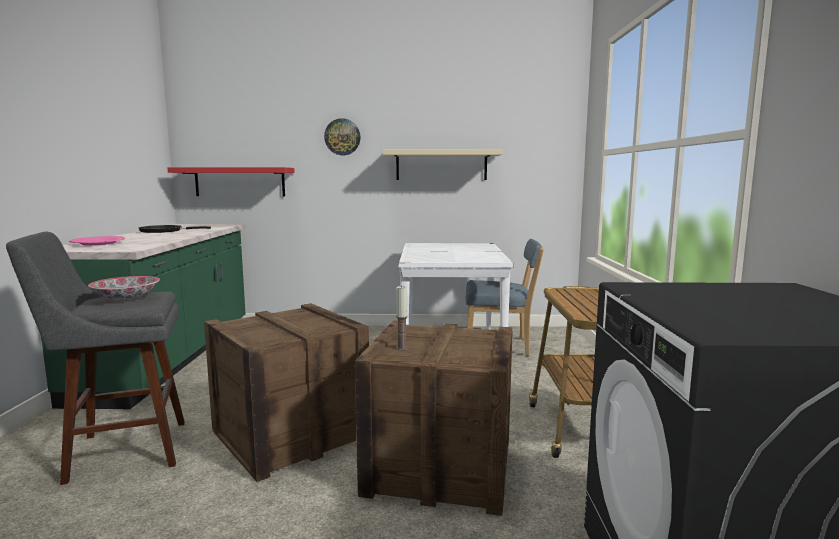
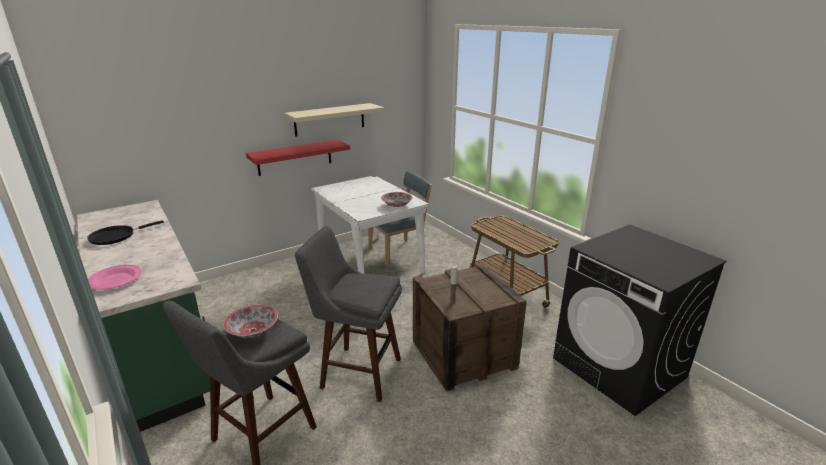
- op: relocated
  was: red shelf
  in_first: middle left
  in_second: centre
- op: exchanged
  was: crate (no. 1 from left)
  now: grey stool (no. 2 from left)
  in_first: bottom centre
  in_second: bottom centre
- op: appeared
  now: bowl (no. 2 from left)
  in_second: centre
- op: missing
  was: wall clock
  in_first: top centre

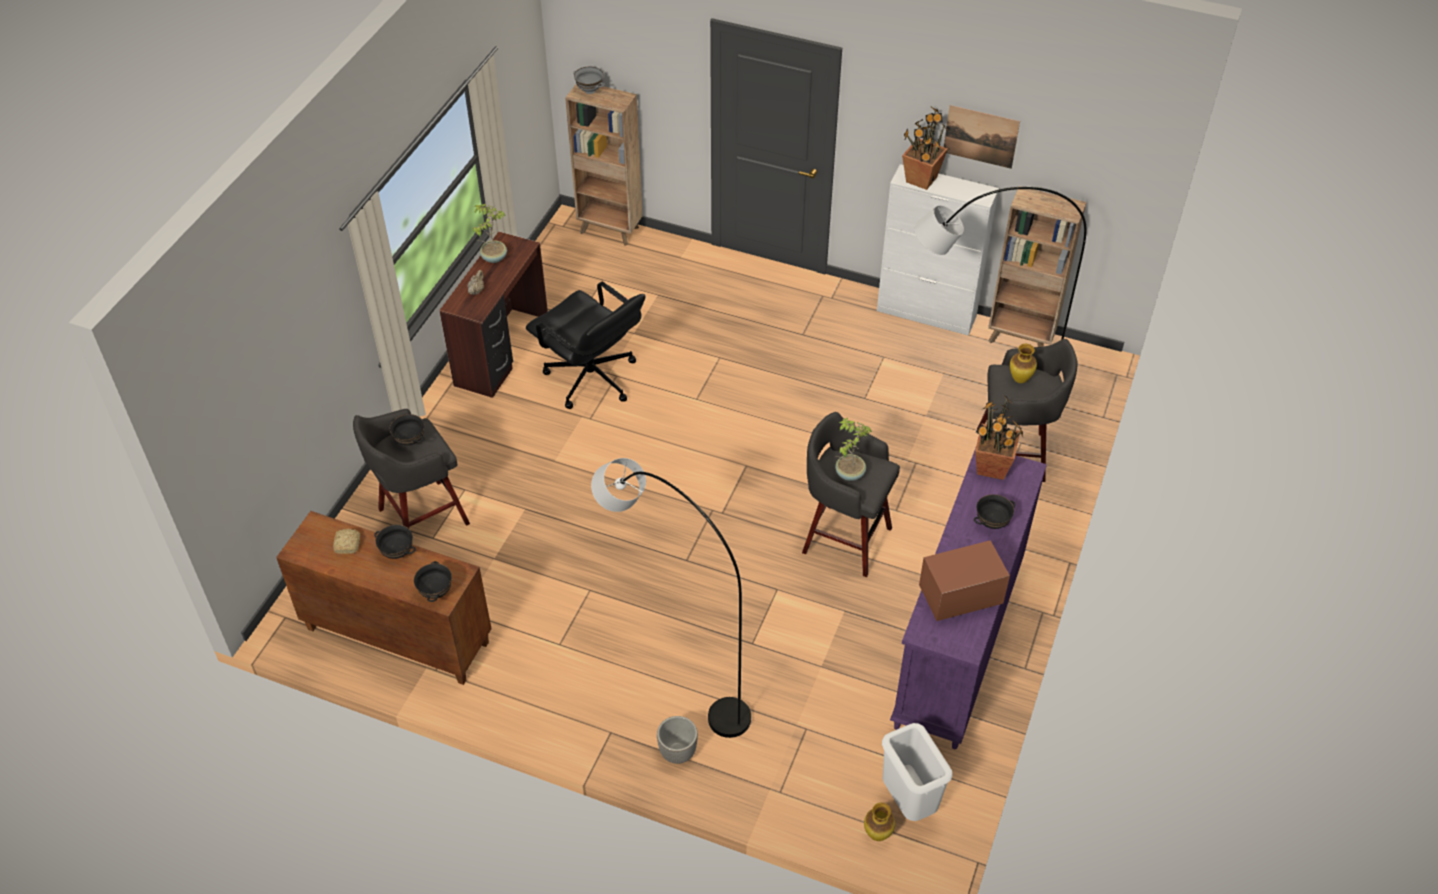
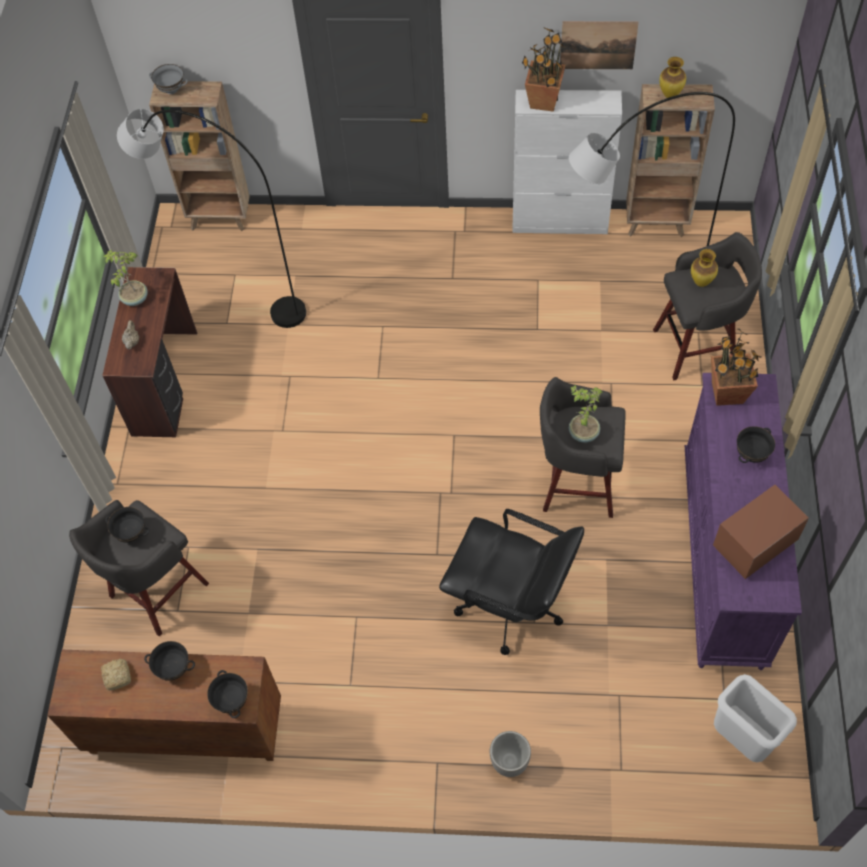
- op: relocated
  was: grey floor lamp (no. 1 from left)
  in_first: bottom centre
  in_second: top left
- op: relocated
  was: black office chair
  in_first: centre
  in_second: bottom centre
- op: relocated
  was: vase (no. 1 from left)
  in_first: bottom centre
  in_second: top right

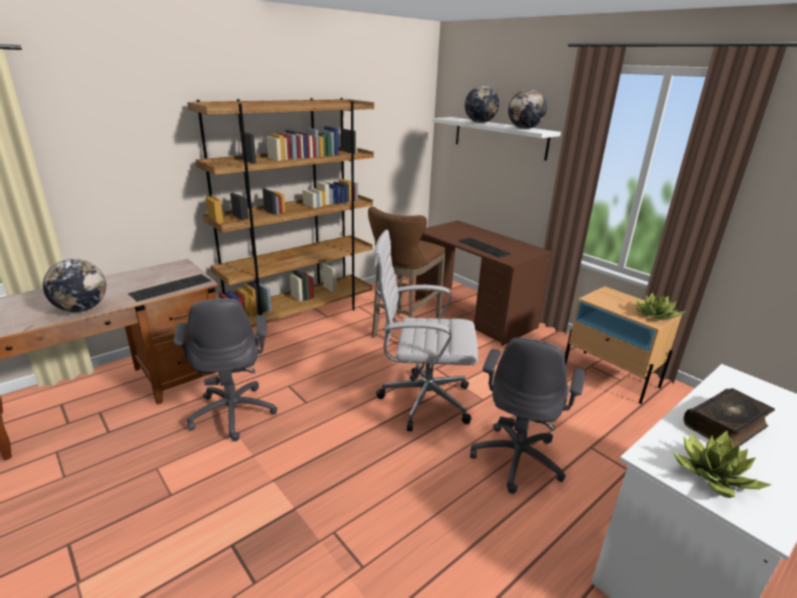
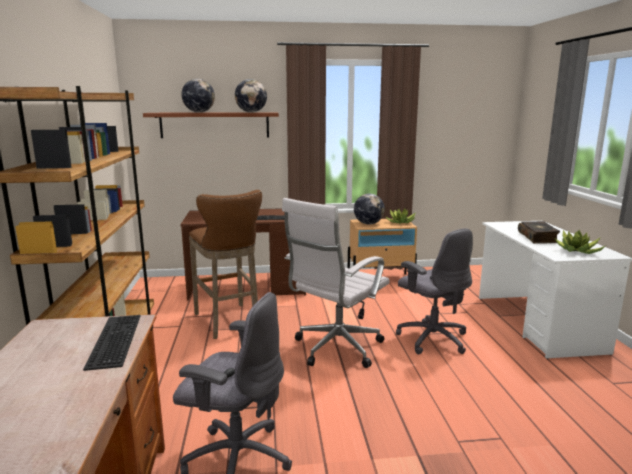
- op: colour
  was: white shelf
  now: brown shelf
  in_first: top centre
  in_second: top centre
- op: relocated
  was: globe (no. 1 from left in the first image)
  now: globe (no. 3 from left)
  in_first: middle left
  in_second: centre

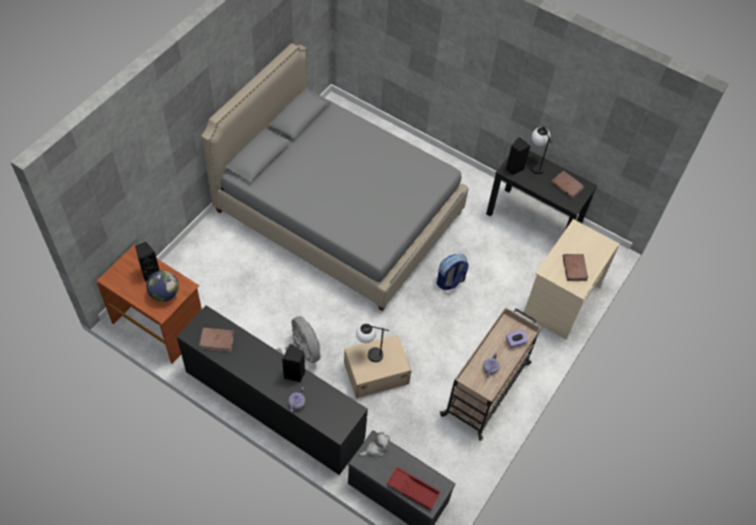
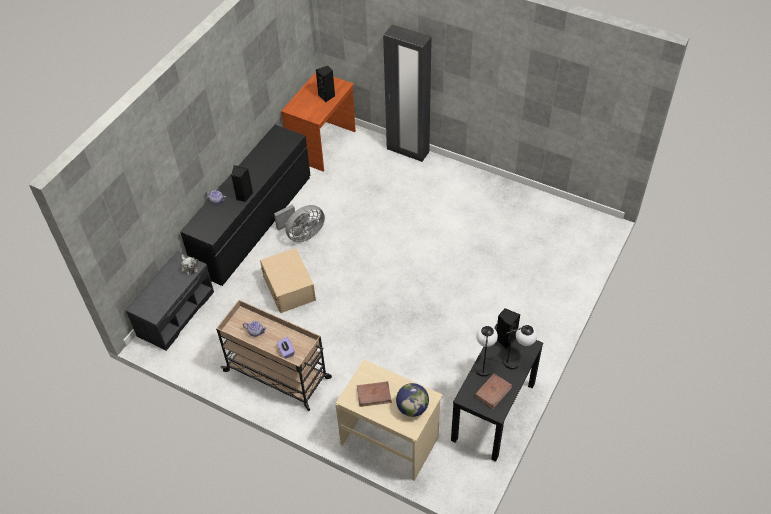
- op: appeared
  now: black wardrobe
  in_second: top centre
- op: relocated
  was: globe
  in_first: middle left
  in_second: bottom centre
- op: relocated
  was: table lamp (no. 1 from left)
  in_first: centre
  in_second: bottom centre
- op: missing
  was: brown book (no. 1 from left)
  in_first: middle left
- op: missing
  was: grey bed
  in_first: centre
- op: missing
  was: red tray
  in_first: bottom centre
- op: missing
  was: backpack
  in_first: centre

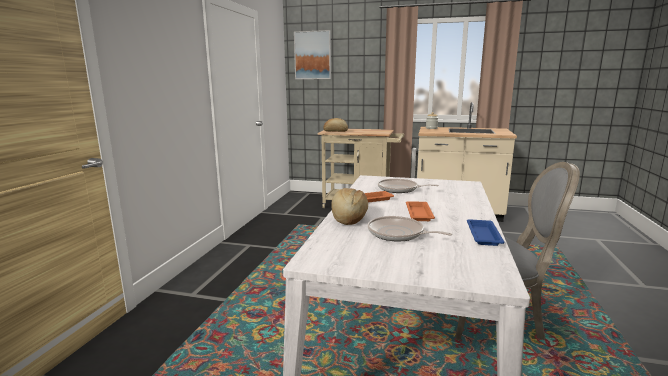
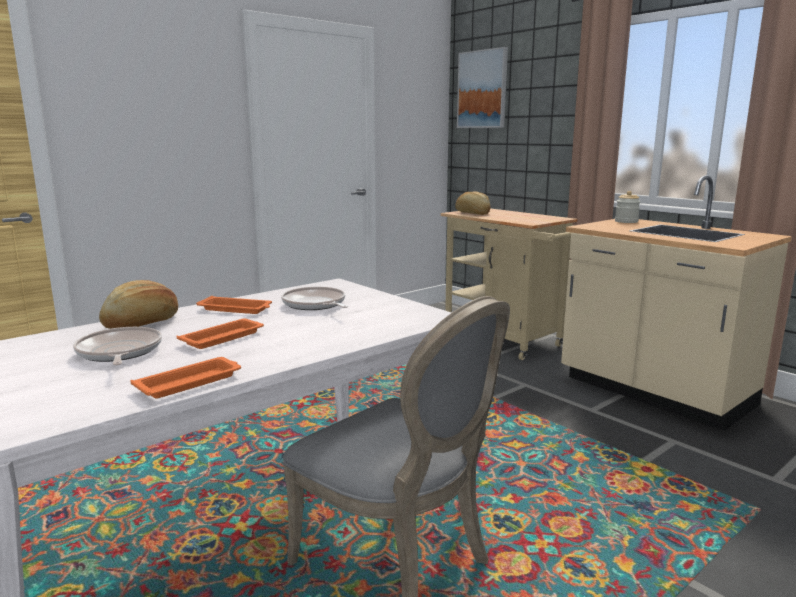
- op: colour
  was: blue tray
  now: orange tray (no. 1 from left)
  in_first: middle right
  in_second: middle left

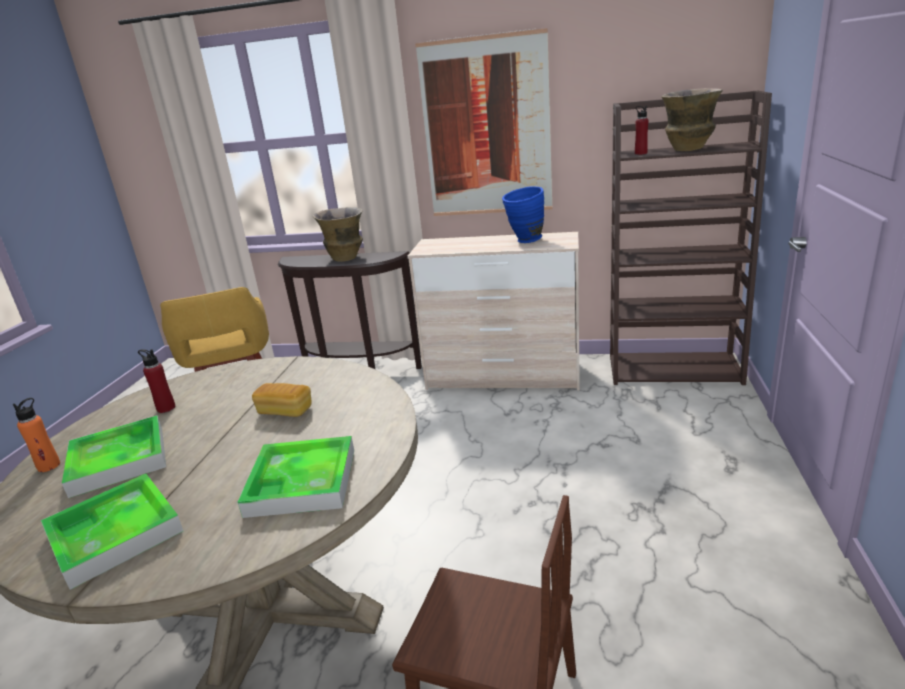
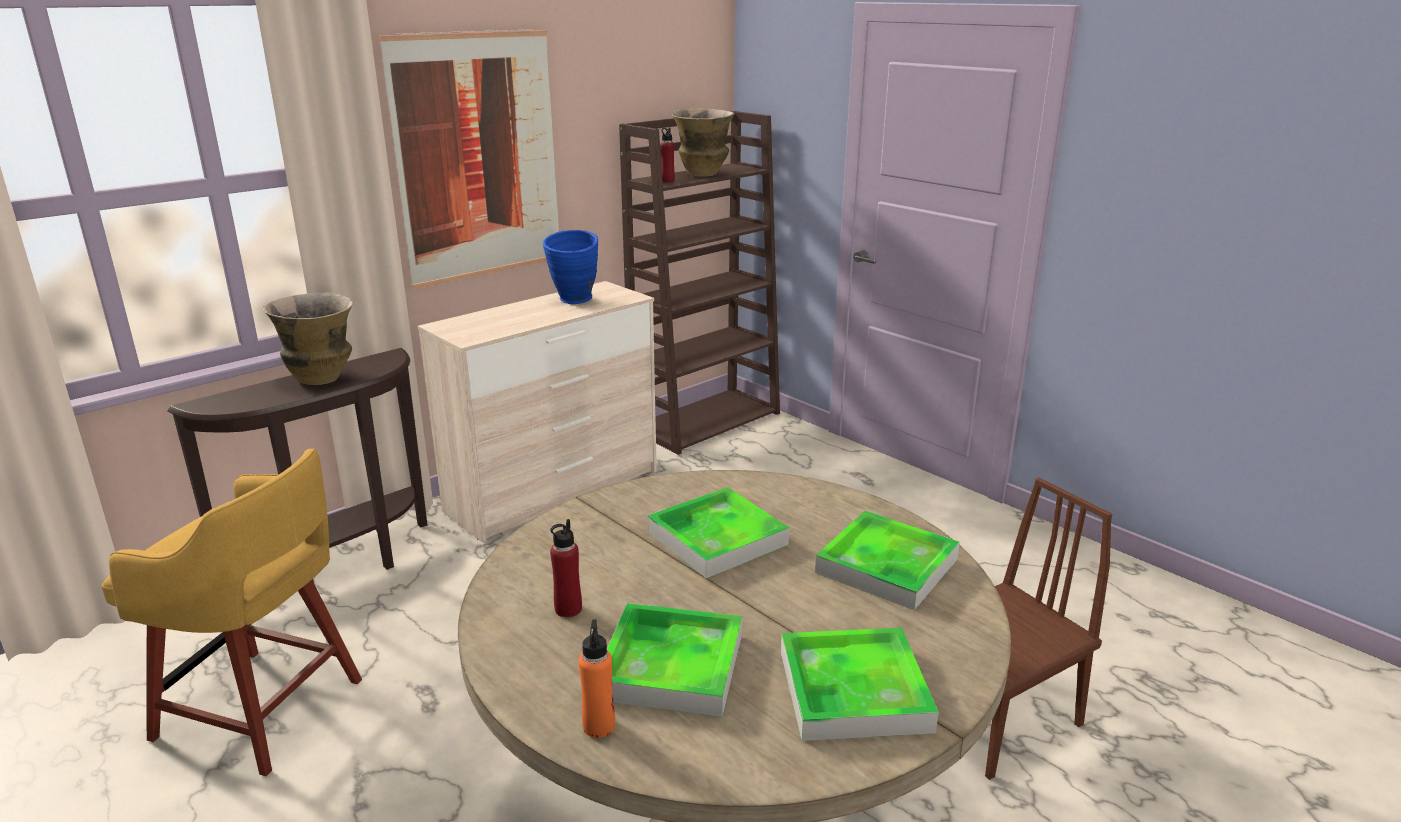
- op: exchanged
  was: bread
  now: tray (no. 2 from left)
  in_first: middle left
  in_second: centre

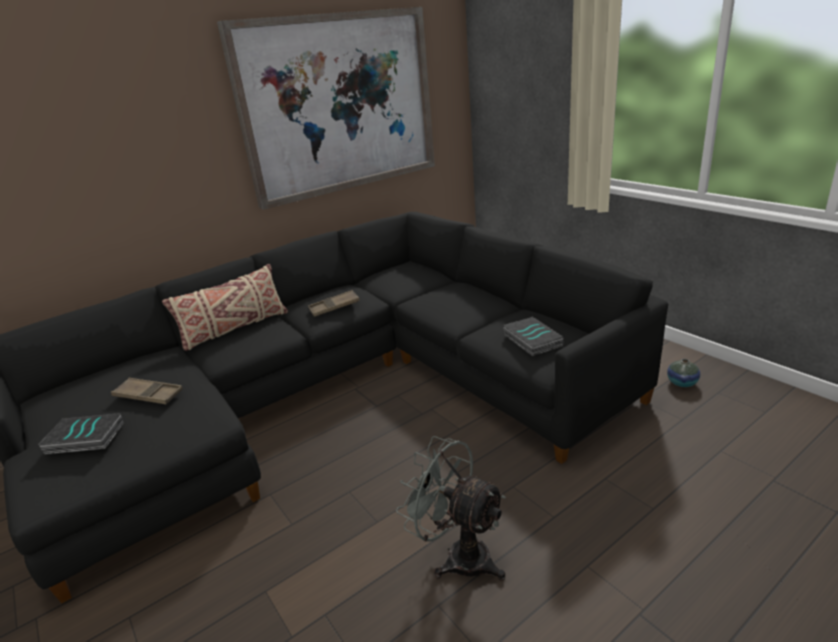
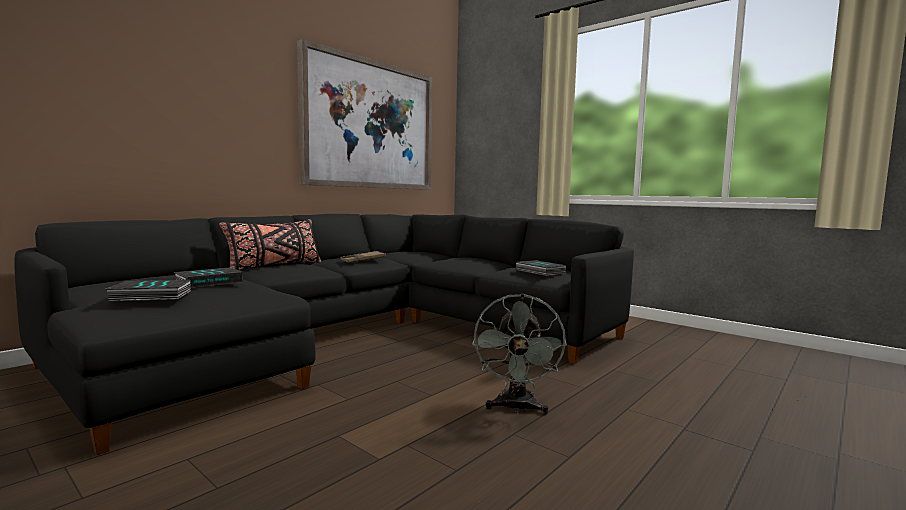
- op: exchanged
  was: brown tray (no. 1 from left)
  now: book (no. 2 from left)
  in_first: middle left
  in_second: middle left
- op: colour
  was: beige pillow
  now: black pillow
  in_first: middle left
  in_second: middle left
- op: spun
  was: grey fan
  in_first: bottom centre
  in_second: bottom centre
  clockwise: -105
- op: missing
  was: vase
  in_first: middle right

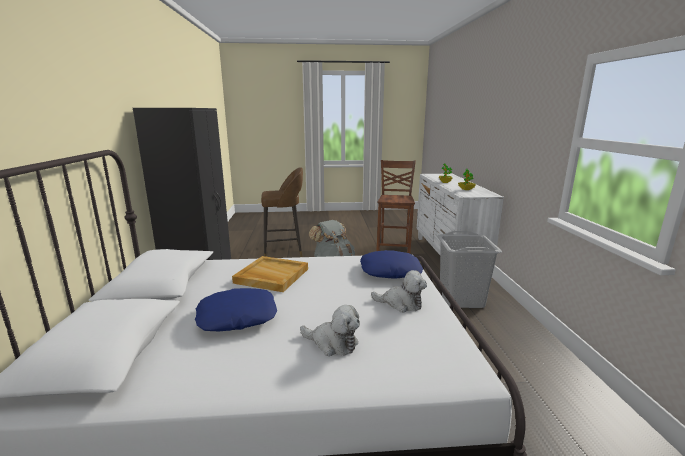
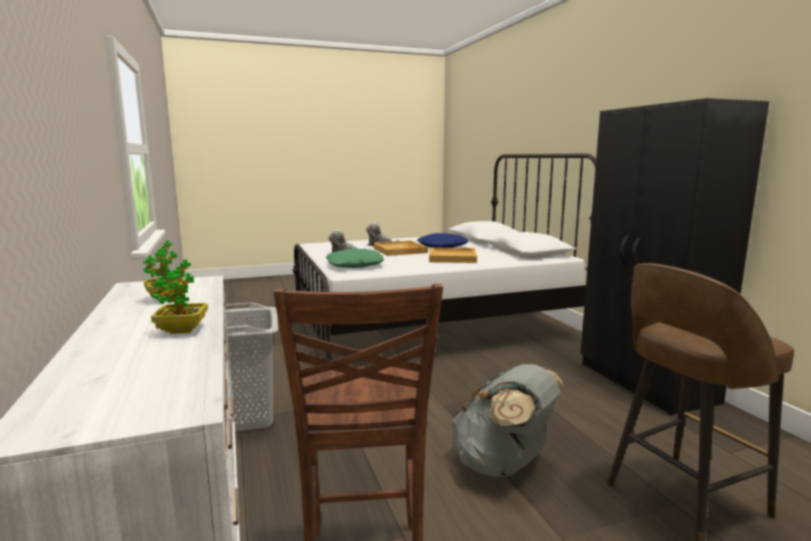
- op: colour
  was: blue pillow (no. 2 from left)
  now: green pillow
  in_first: centre
  in_second: centre
- op: appeared
  now: beige tray (no. 1 from left)
  in_second: centre

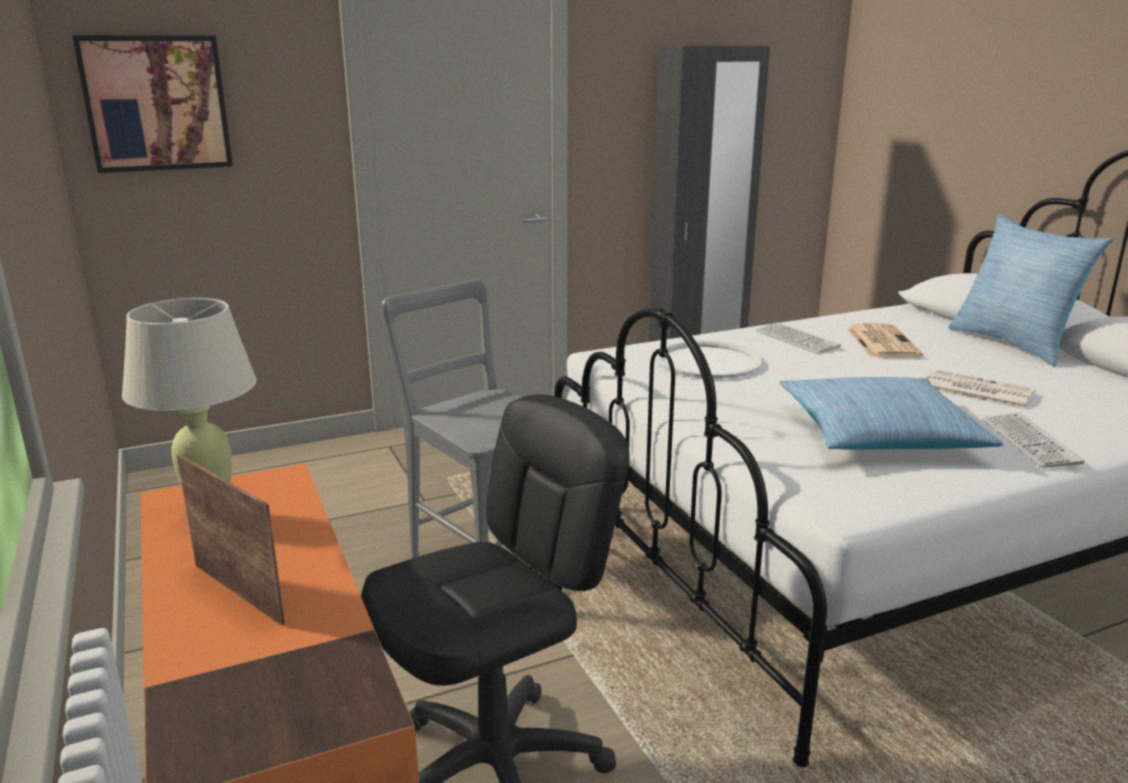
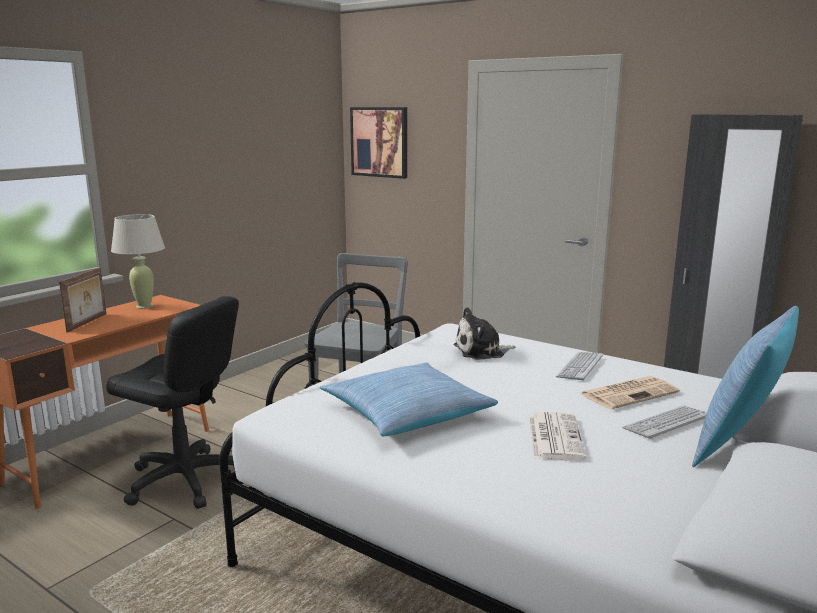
- op: exchanged
  was: white tray
  now: plush toy
  in_first: centre
  in_second: centre
- op: relocated
  was: keyboard (no. 2 from left)
  in_first: middle right
  in_second: bottom right

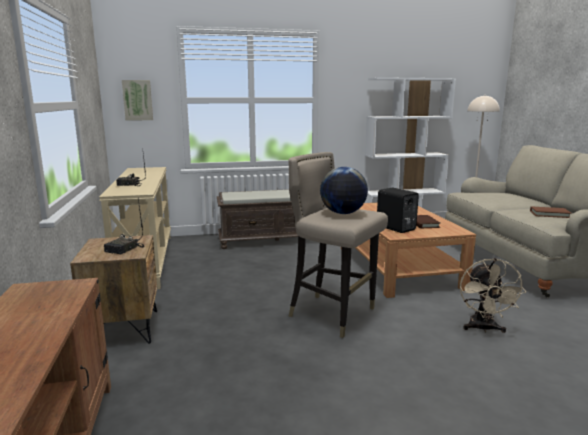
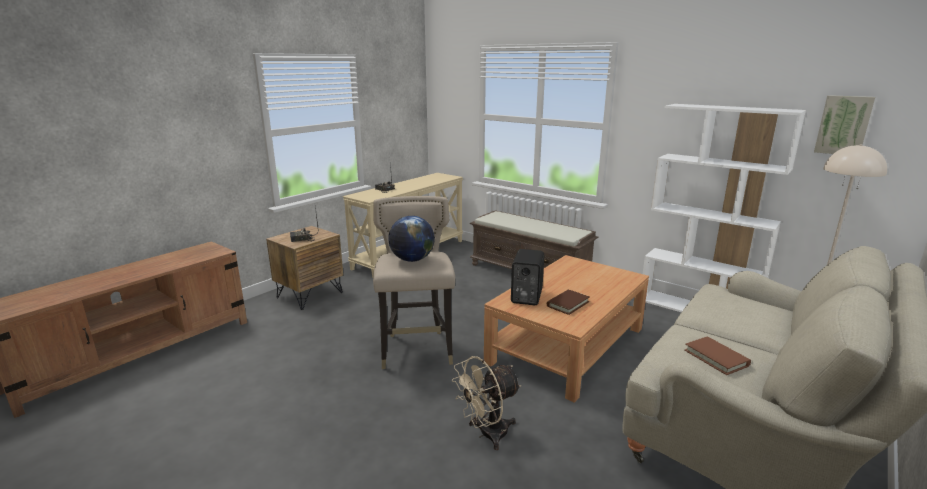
- op: relocated
  was: picture
  in_first: top left
  in_second: top right

